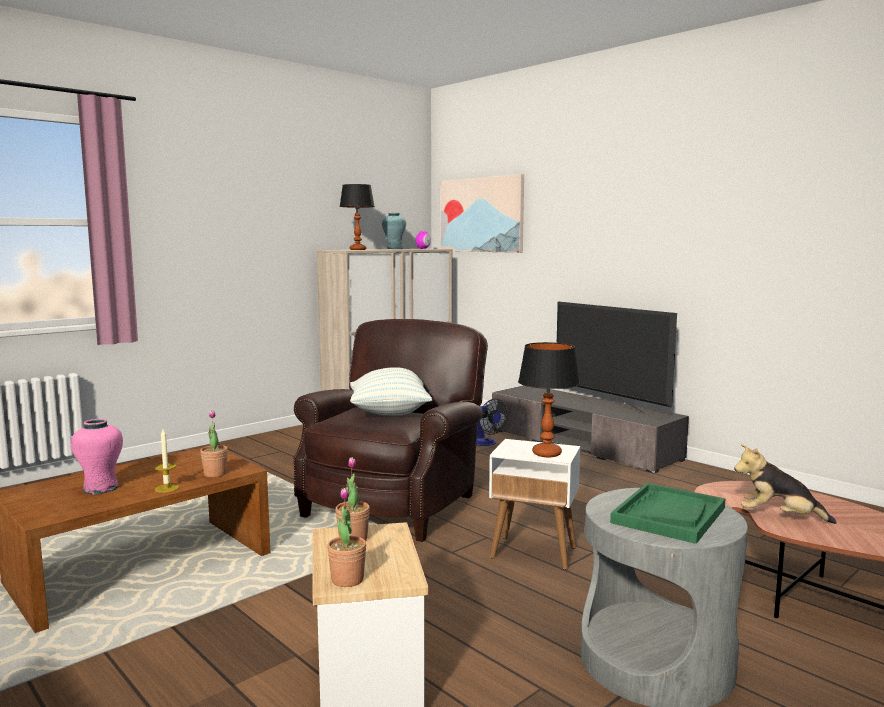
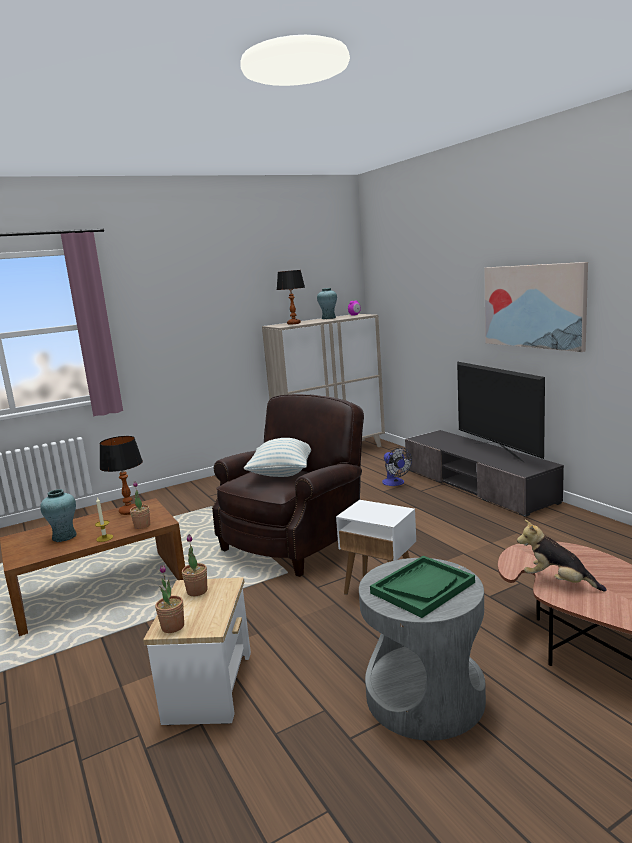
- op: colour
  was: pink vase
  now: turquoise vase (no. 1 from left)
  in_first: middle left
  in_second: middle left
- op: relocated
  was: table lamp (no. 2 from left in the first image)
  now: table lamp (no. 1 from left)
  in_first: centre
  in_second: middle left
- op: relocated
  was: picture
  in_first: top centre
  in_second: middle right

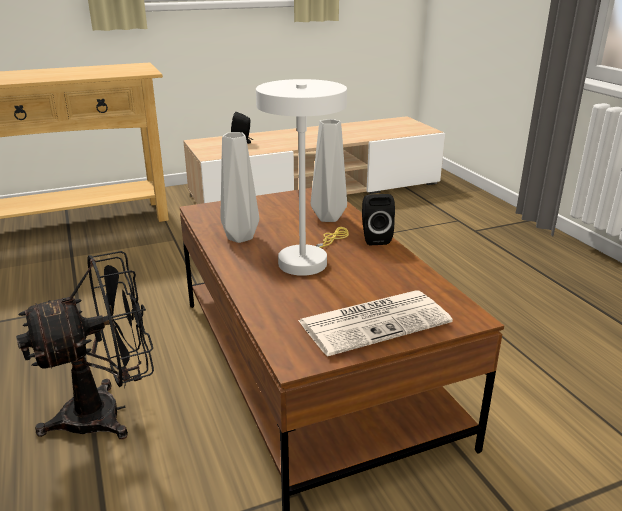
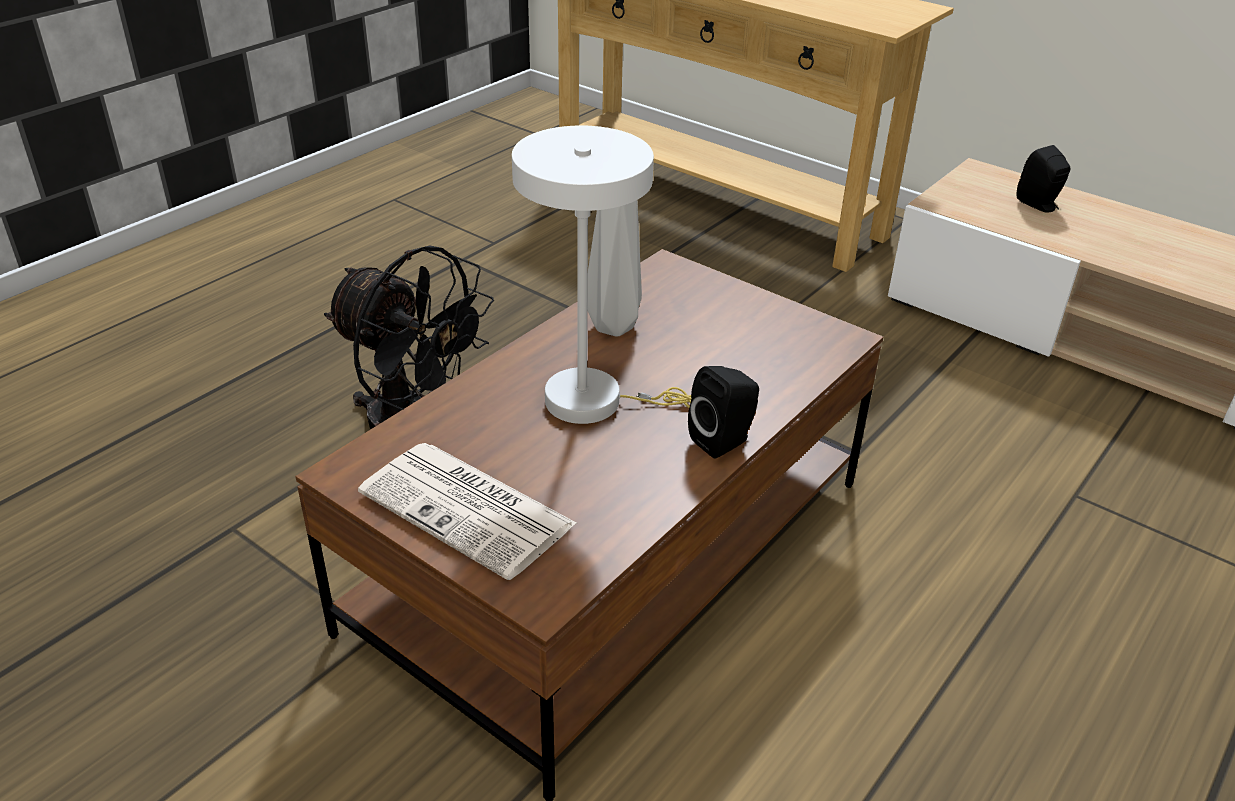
- op: missing
  was: grey vase (no. 2 from left)
  in_first: top centre

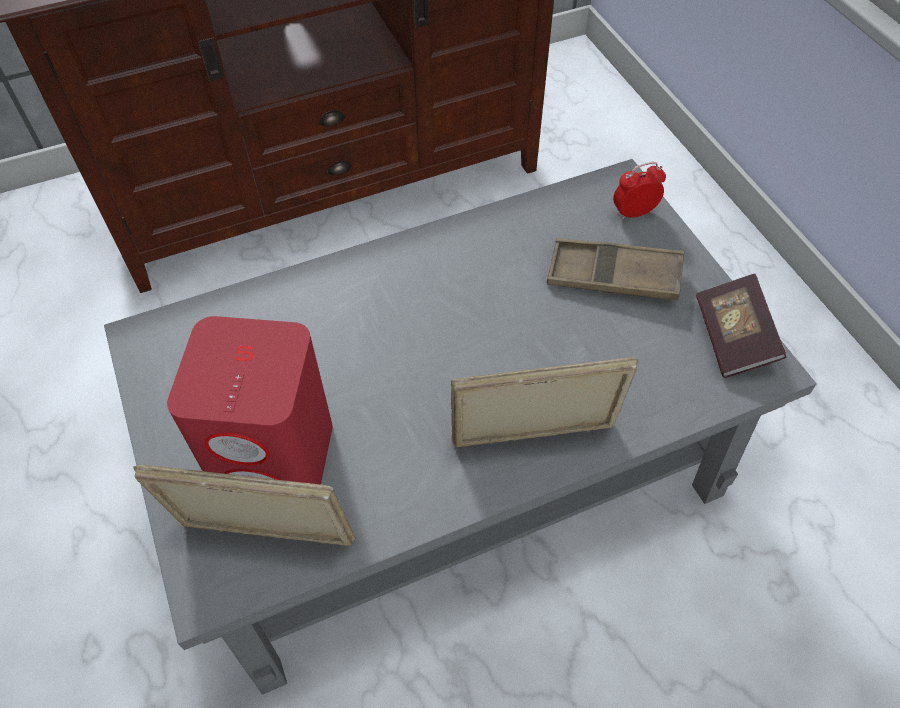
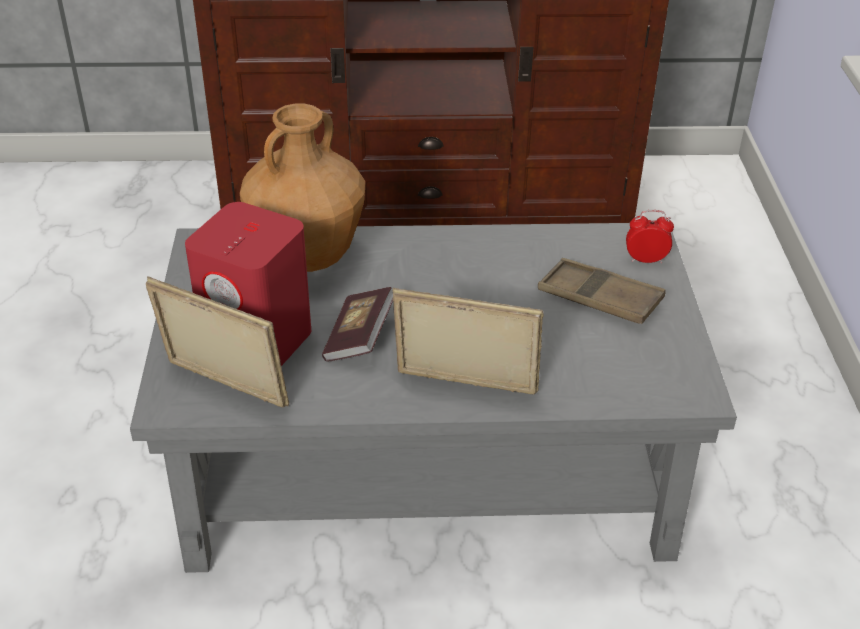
- op: appeared
  now: brown vase
  in_second: top centre
- op: relocated
  was: book
  in_first: middle right
  in_second: centre

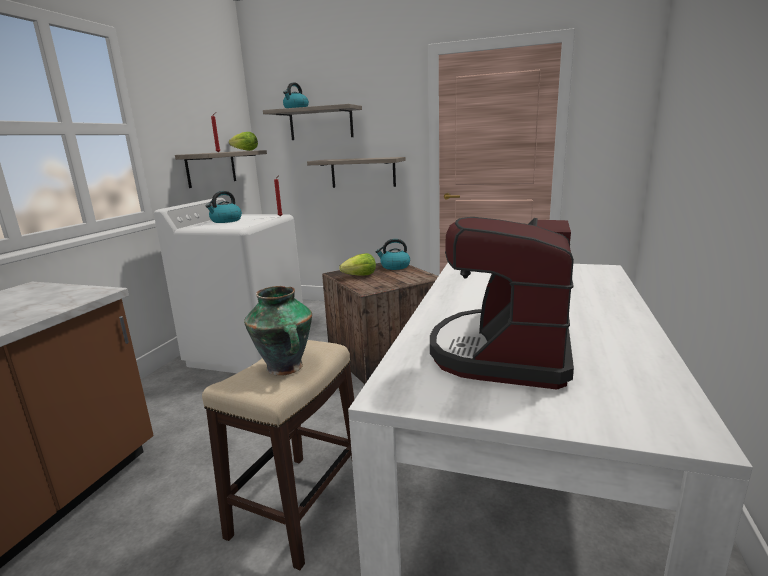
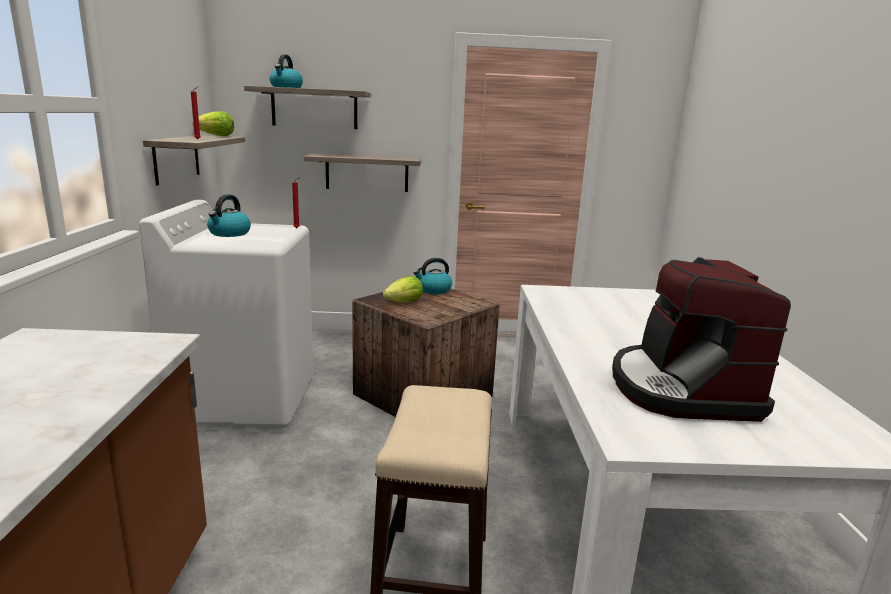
- op: missing
  was: vase
  in_first: centre

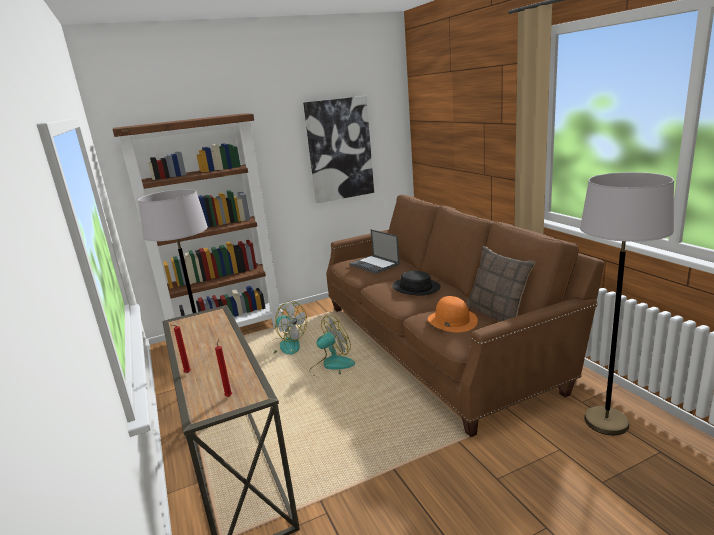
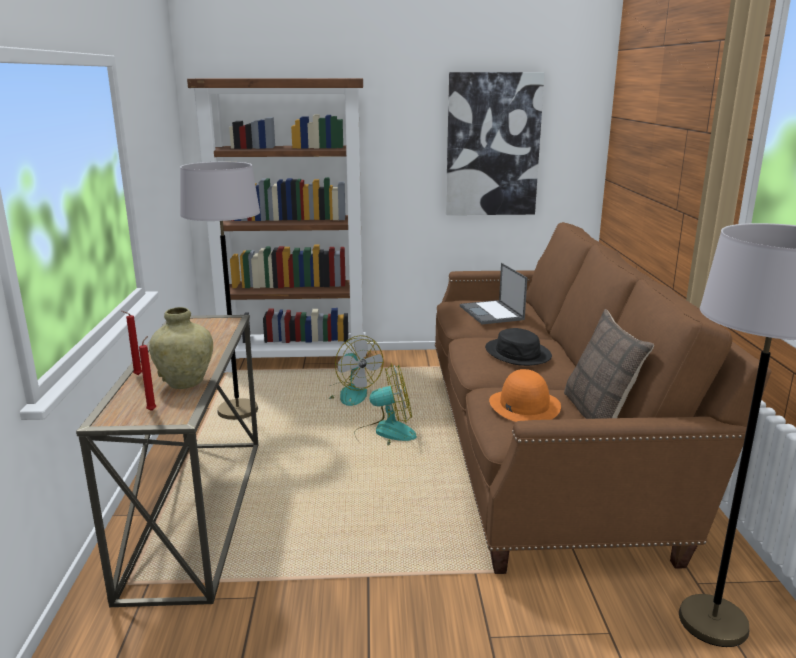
- op: appeared
  now: beige vase
  in_second: middle left

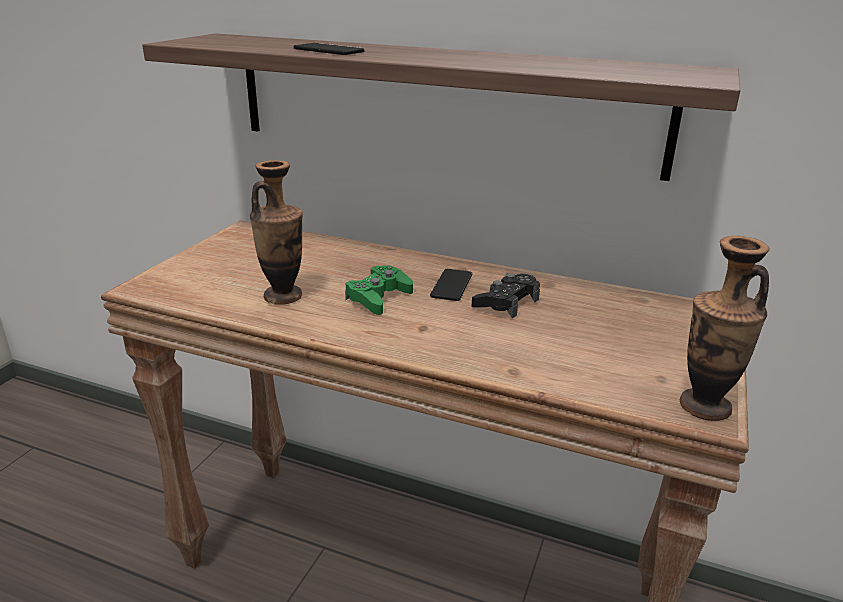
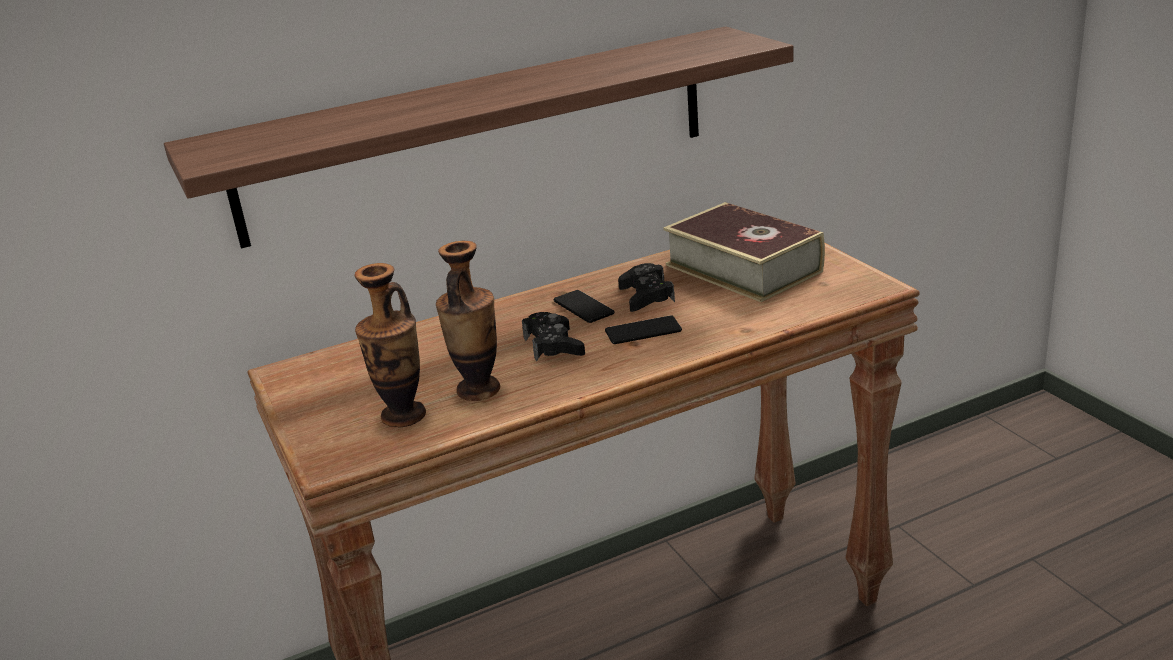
- op: relocated
  was: vase (no. 2 from left in the first image)
  now: vase (no. 1 from left)
  in_first: middle right
  in_second: middle left
- op: colour
  was: green game controller
  now: black game controller (no. 1 from left)
  in_first: centre
  in_second: centre
- op: relocated
  was: phone (no. 1 from left in the first image)
  now: phone (no. 2 from left)
  in_first: top centre
  in_second: centre
- op: appeared
  now: book
  in_second: centre

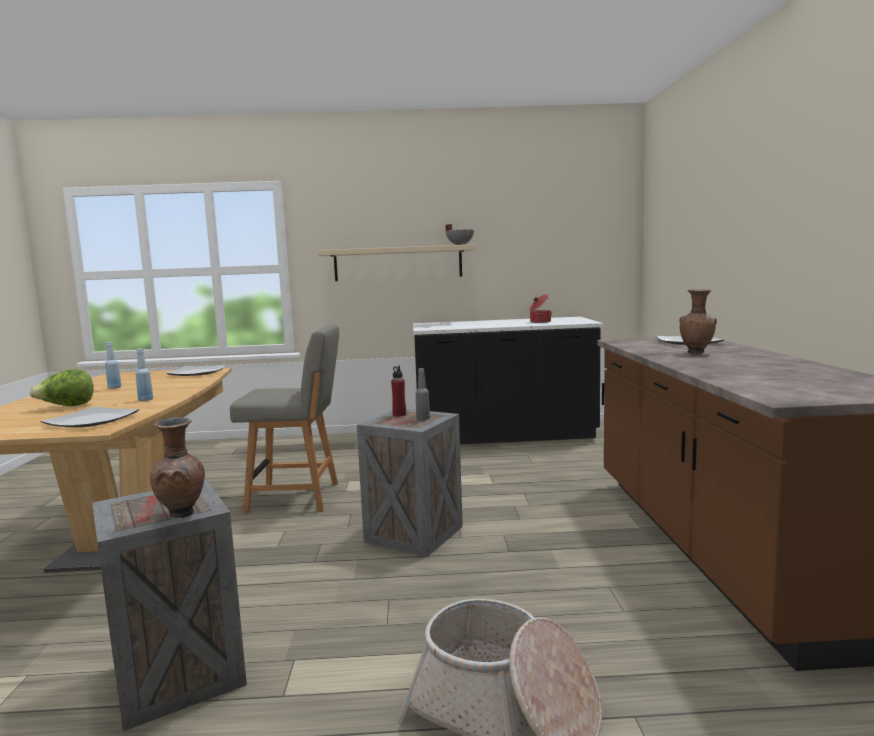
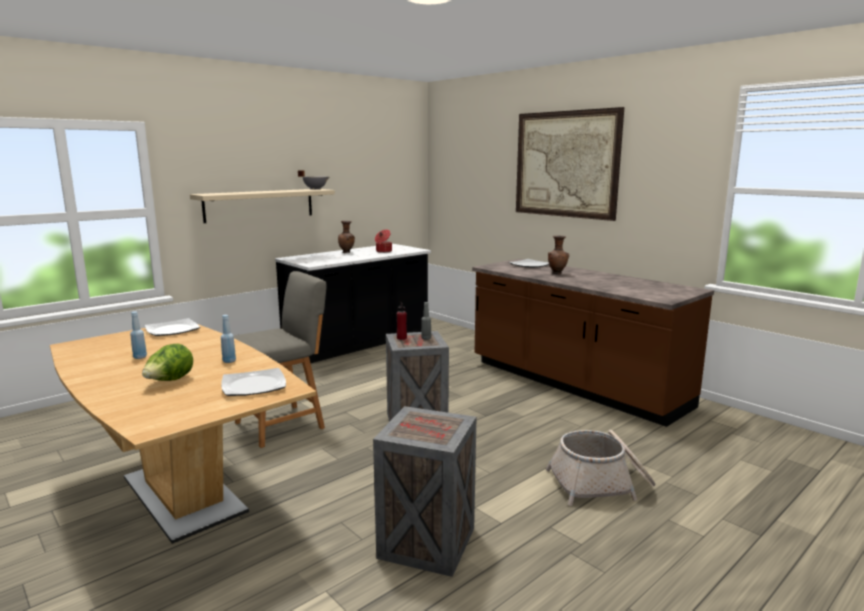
- op: relocated
  was: brown vase (no. 1 from left)
  in_first: middle left
  in_second: centre
- op: appeared
  now: picture
  in_second: top centre

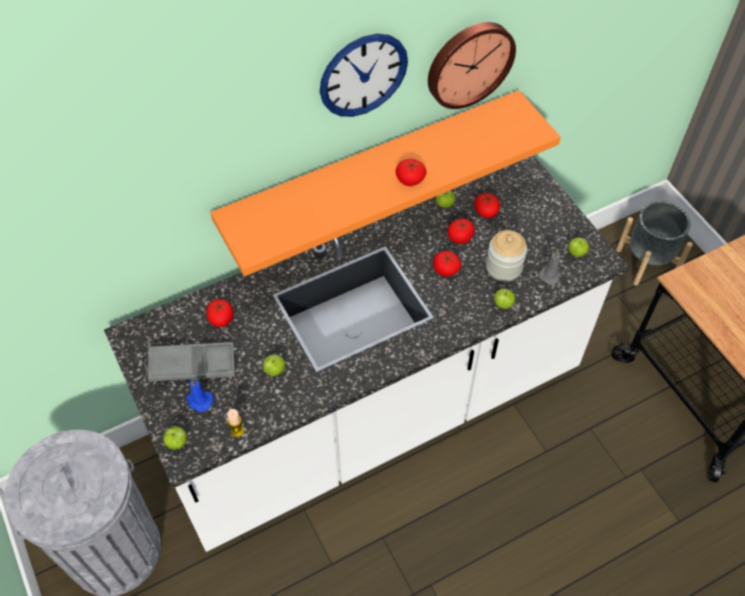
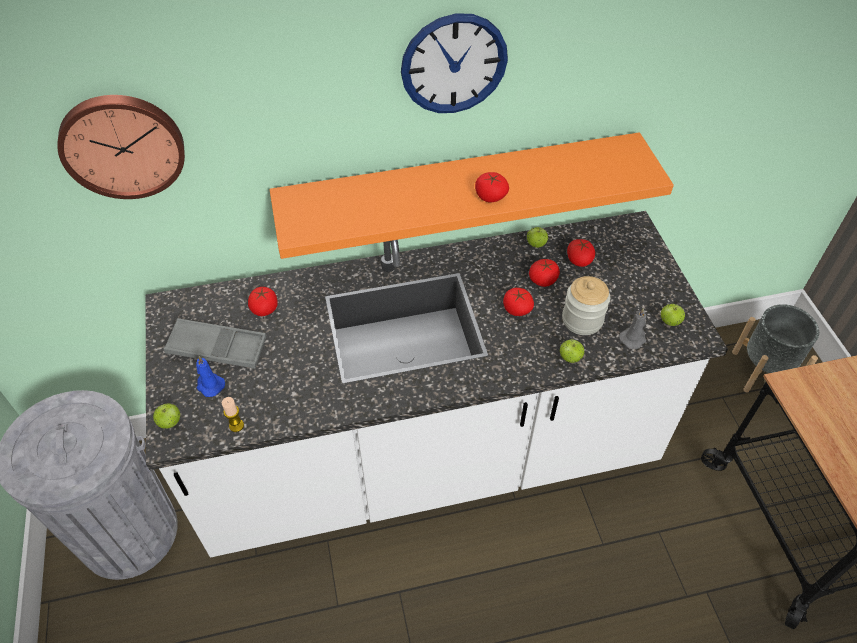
- op: relocated
  was: wall clock (no. 2 from left in the first image)
  now: wall clock (no. 1 from left)
  in_first: top centre
  in_second: top left
- op: missing
  was: apple (no. 2 from left)
  in_first: centre

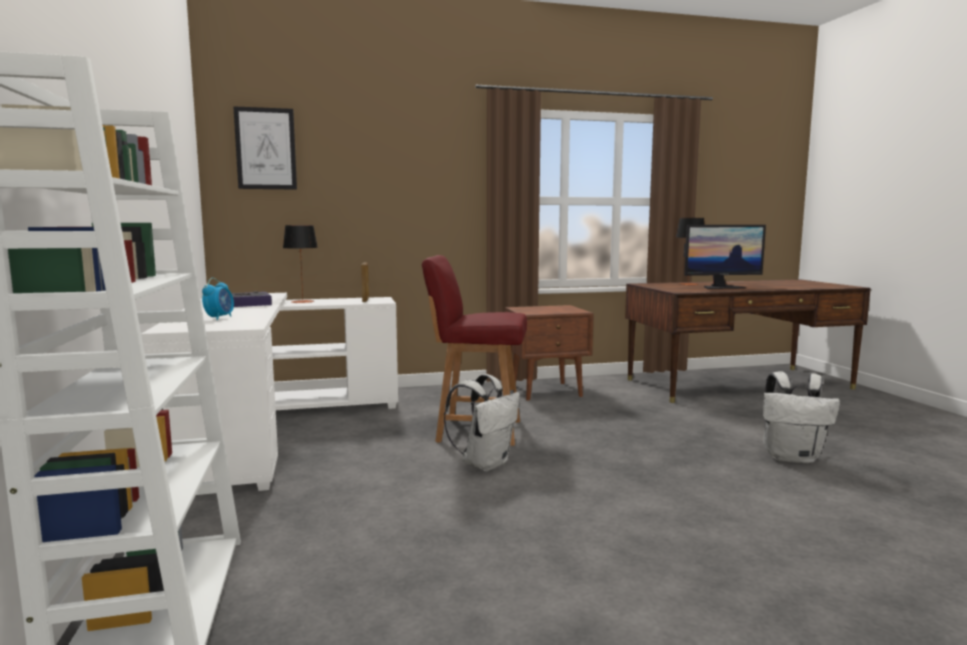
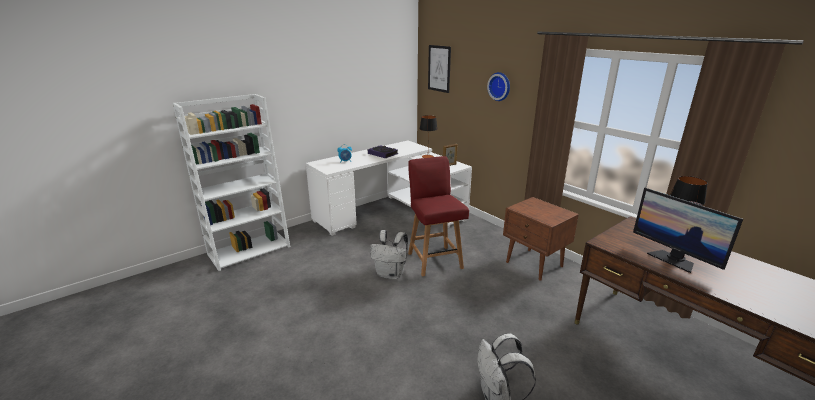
- op: appeared
  now: wall clock
  in_second: top centre

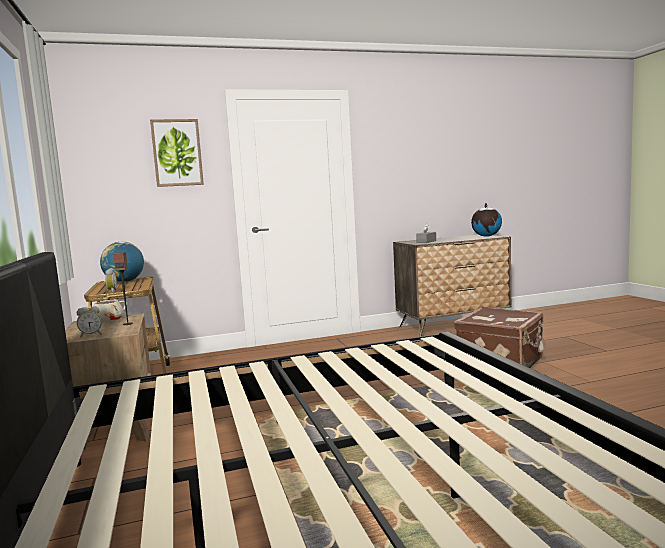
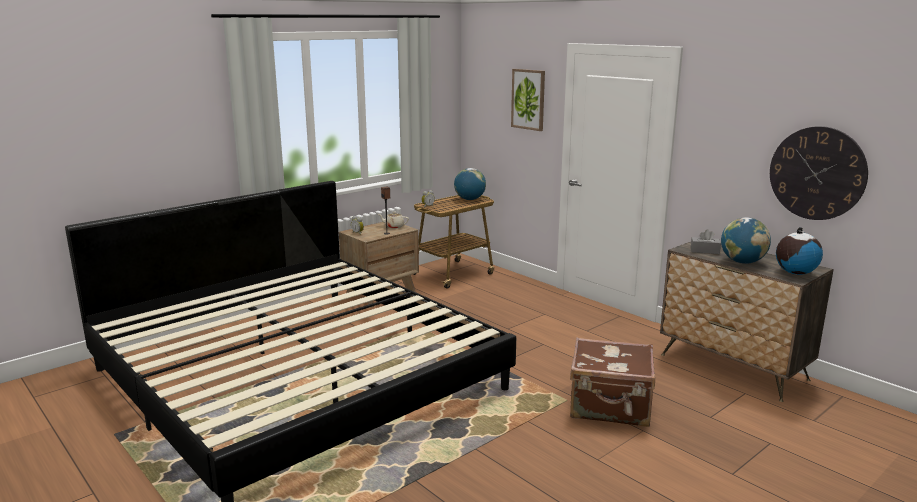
- op: appeared
  now: globe (no. 2 from left)
  in_second: middle right
- op: appeared
  now: wall clock
  in_second: middle right

